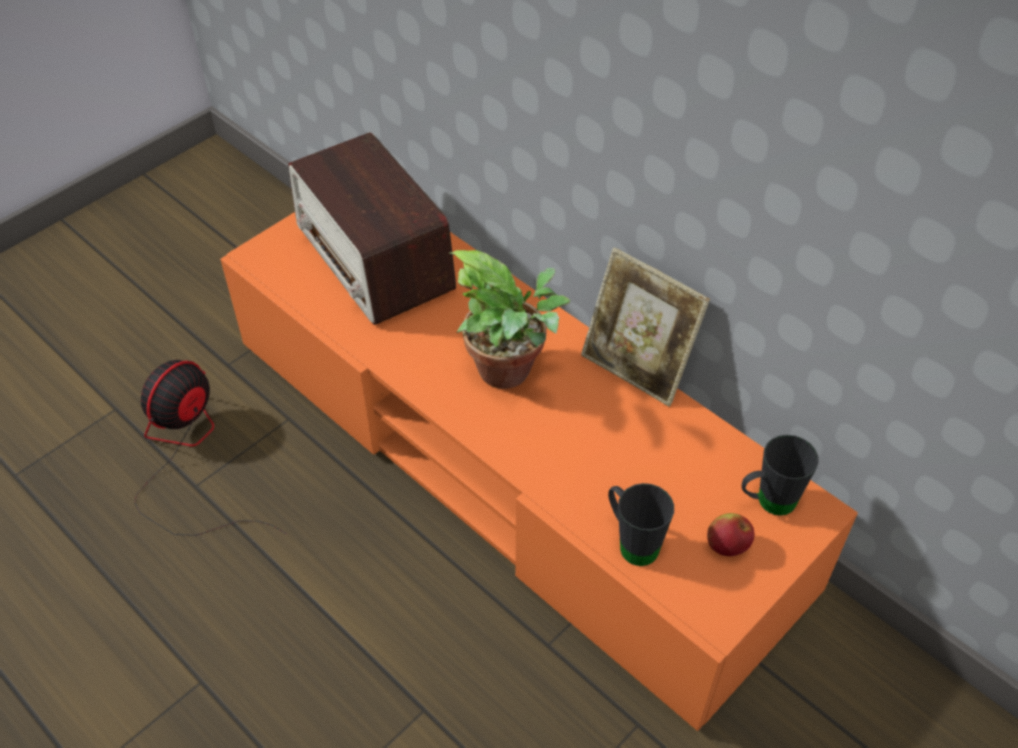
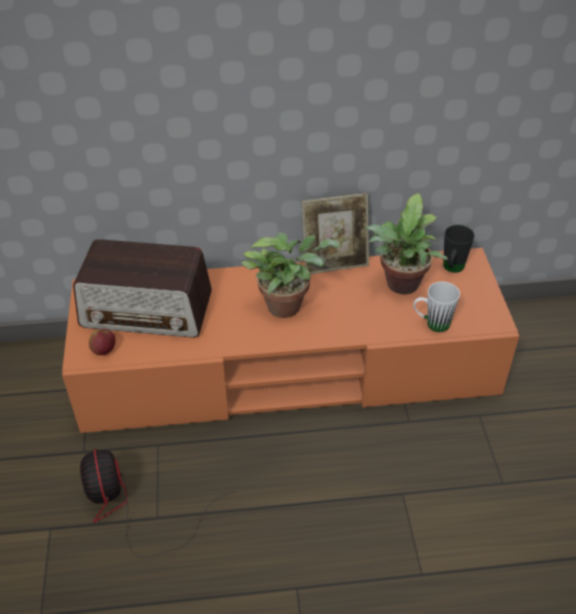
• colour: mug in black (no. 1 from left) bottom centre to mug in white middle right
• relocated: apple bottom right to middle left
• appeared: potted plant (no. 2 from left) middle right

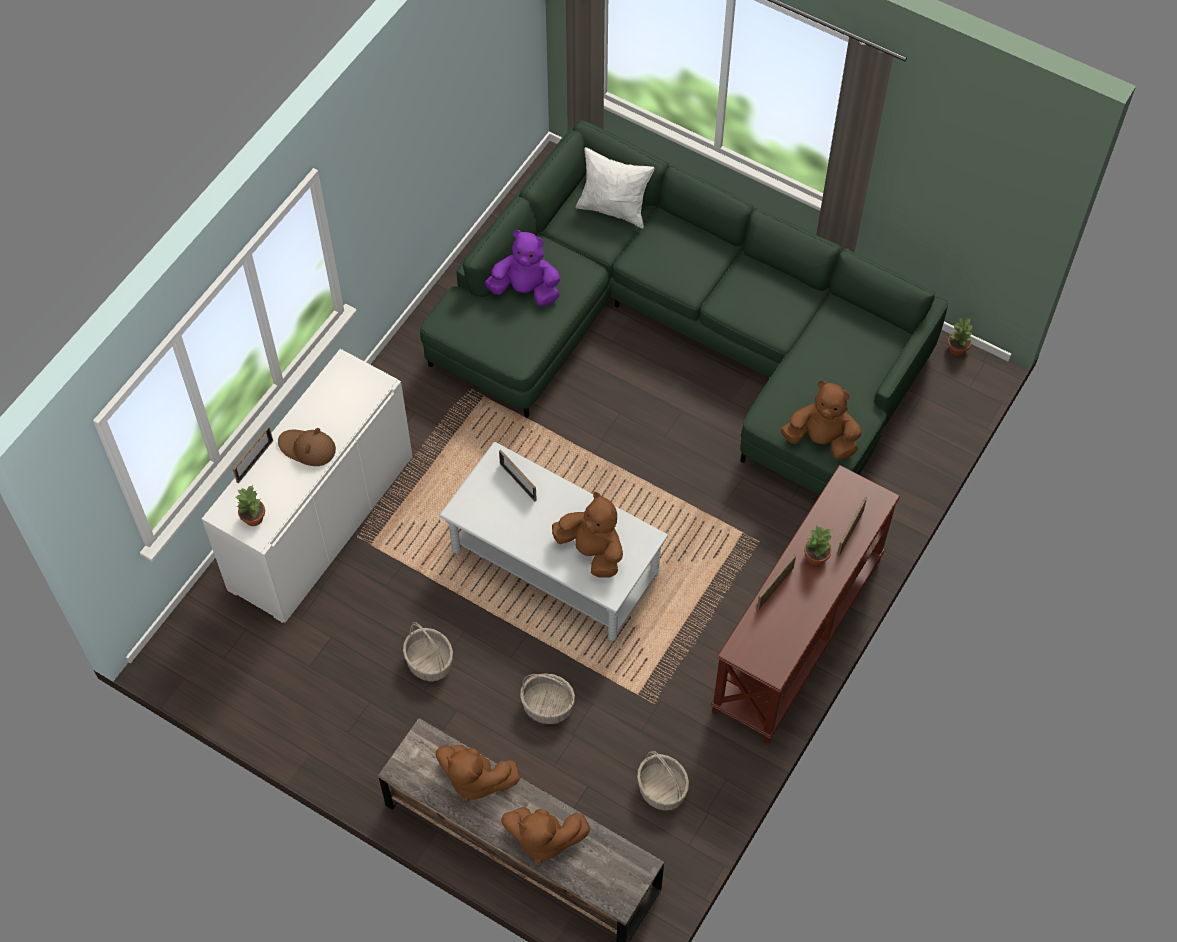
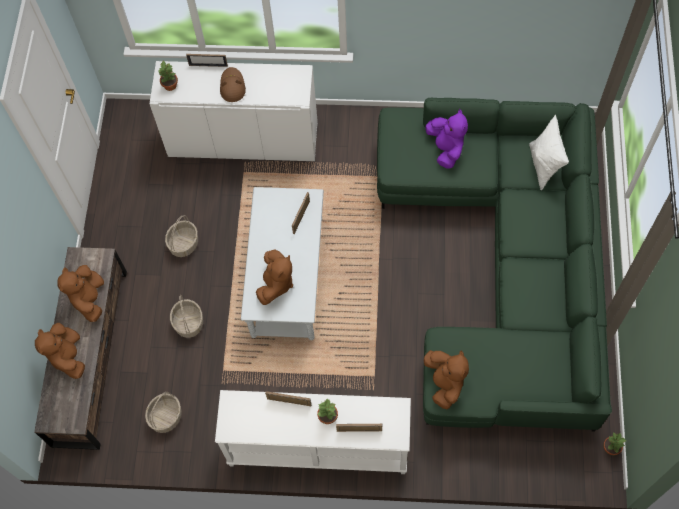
• colour: console table in brown middle right to console table in white bottom centre

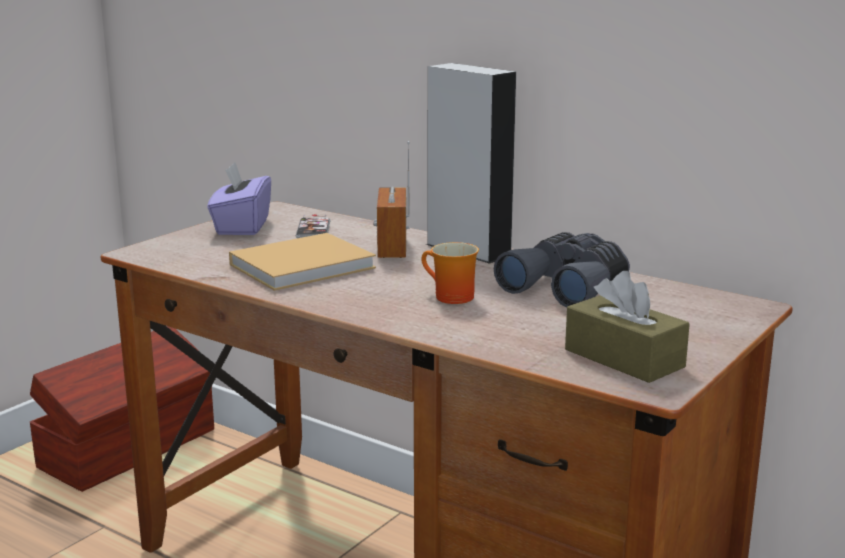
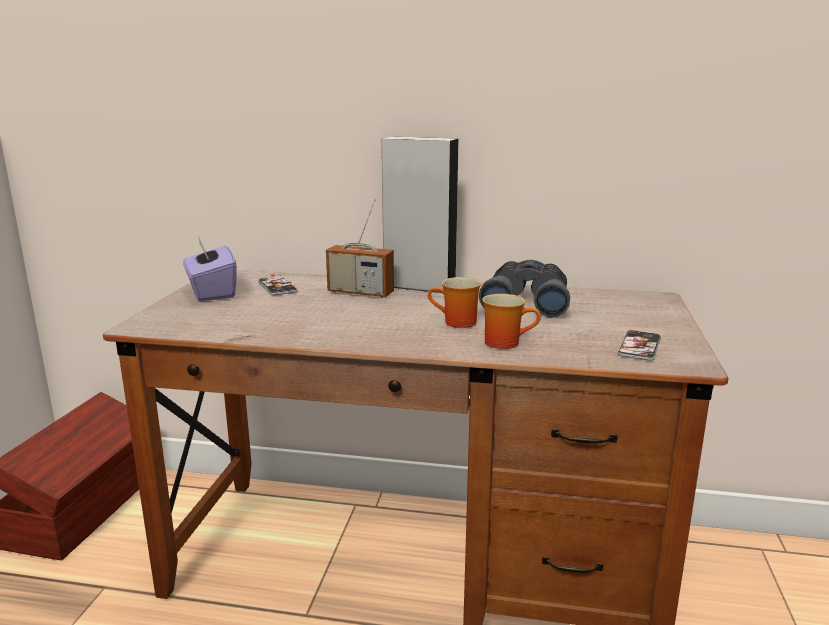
• spun: radio centre = centre 45 degrees counterclockwise
• missing: book in beige centre
• exchanged: tissue box in brown middle right to phone (no. 2 from left) middle right
• appeared: mug (no. 2 from left) centre

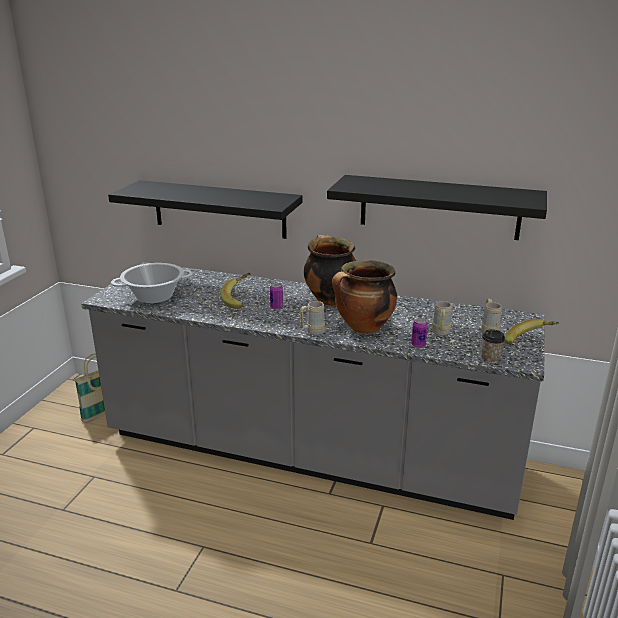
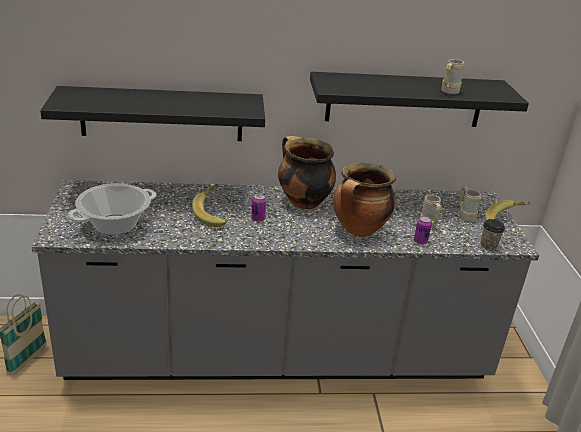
• relocated: mug in beige (no. 1 from left in the first image) centre to mug in beige (no. 2 from left) top right

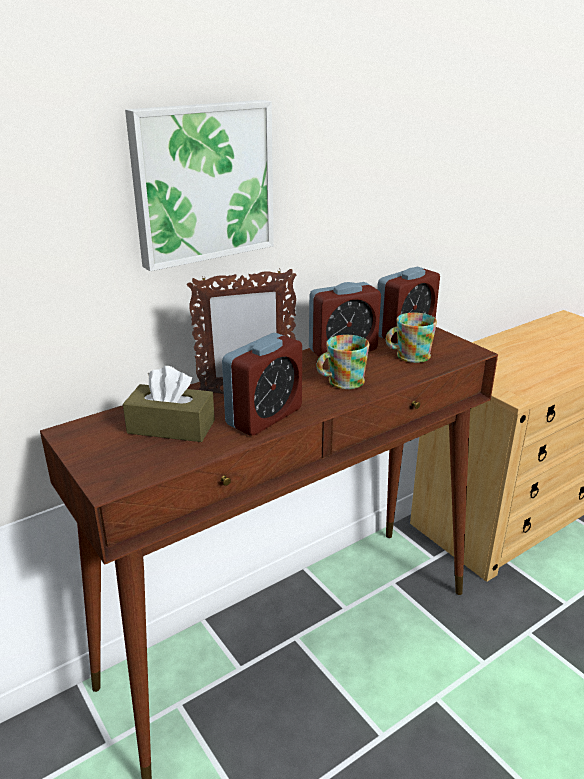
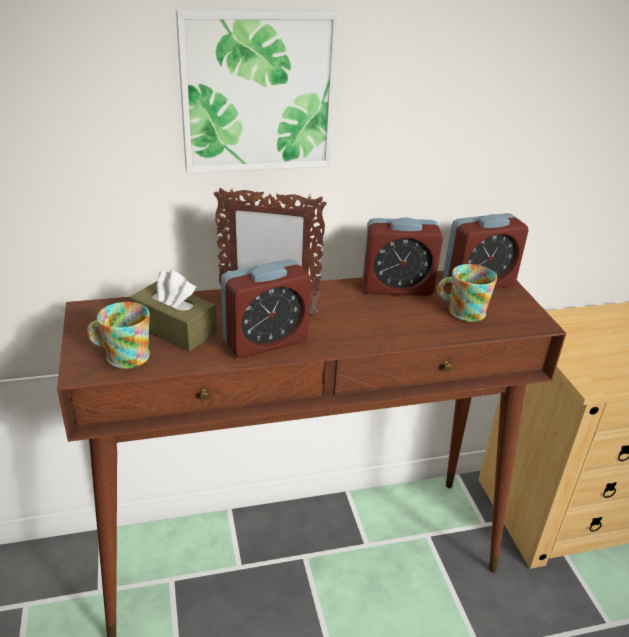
• relocated: mug (no. 1 from left) centre to middle left

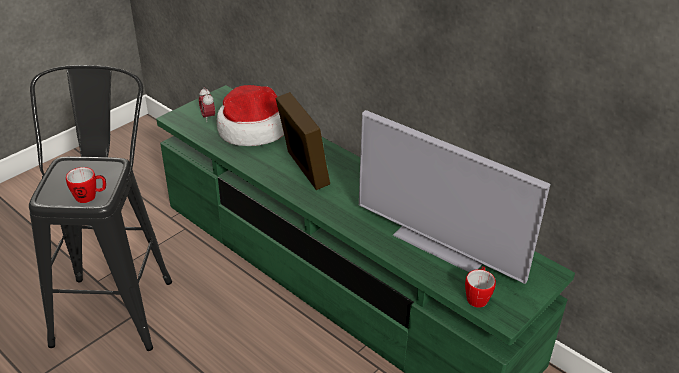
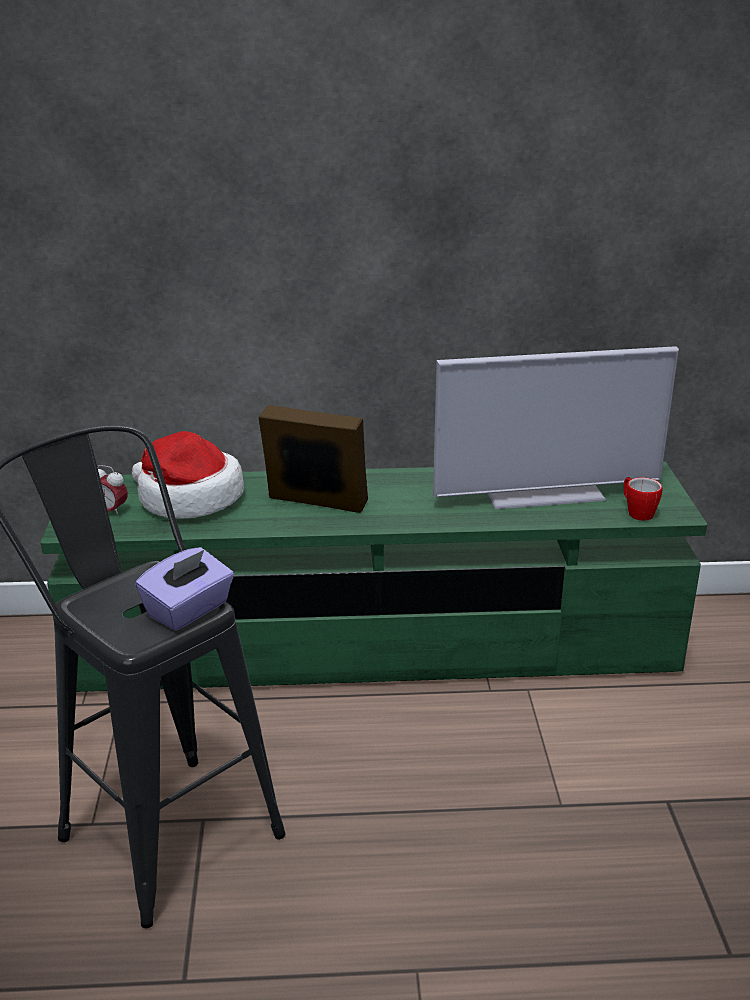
• exchanged: mug (no. 1 from left) middle left to tissue box in purple middle left

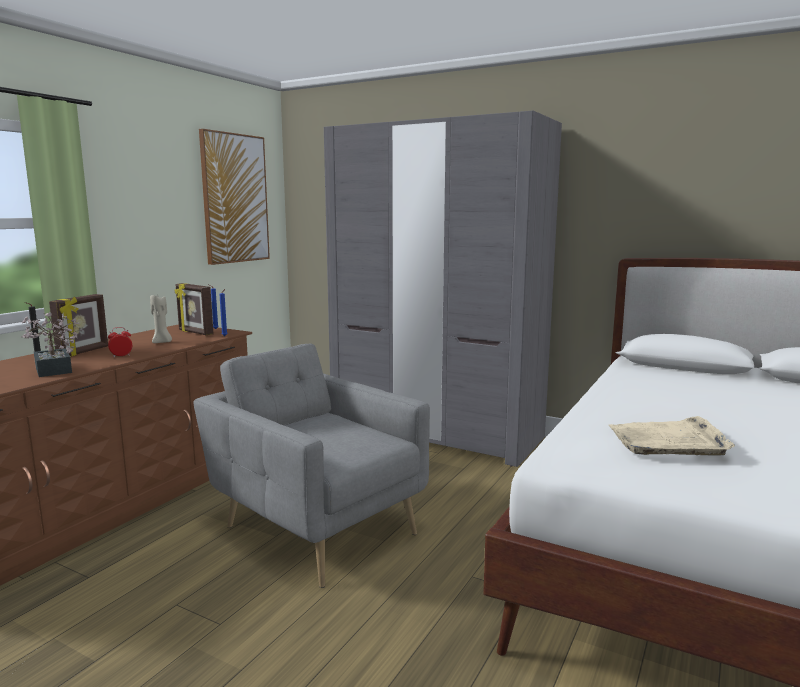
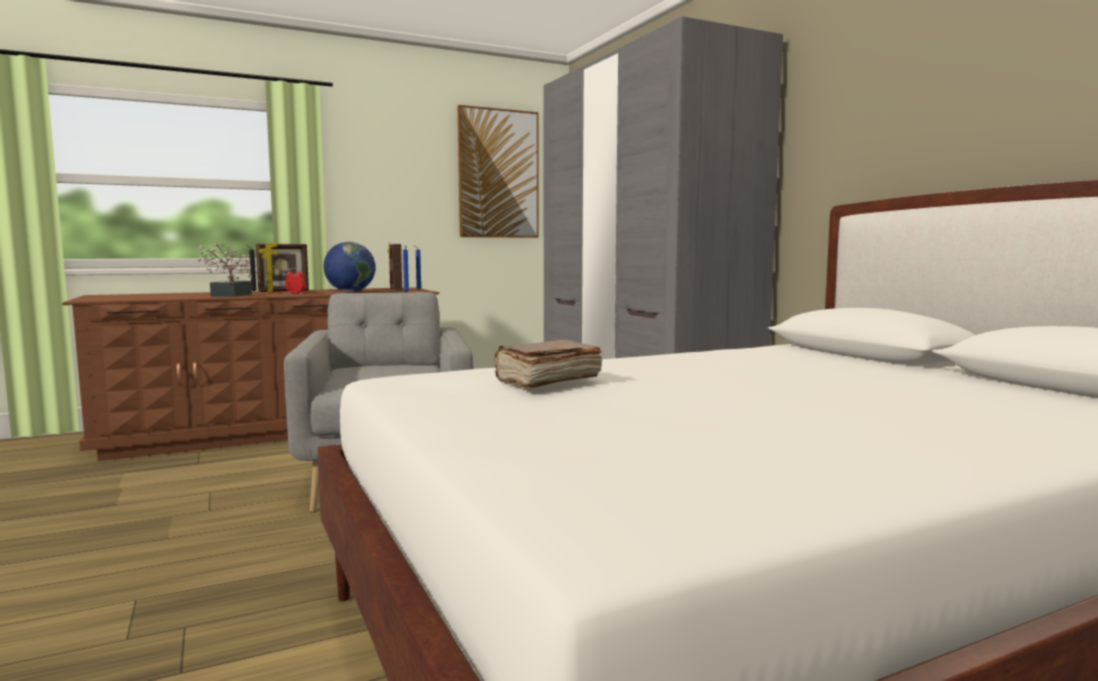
• exchanged: candle in beige middle left to globe middle left
• exchanged: tray in beige middle right to book in brown centre

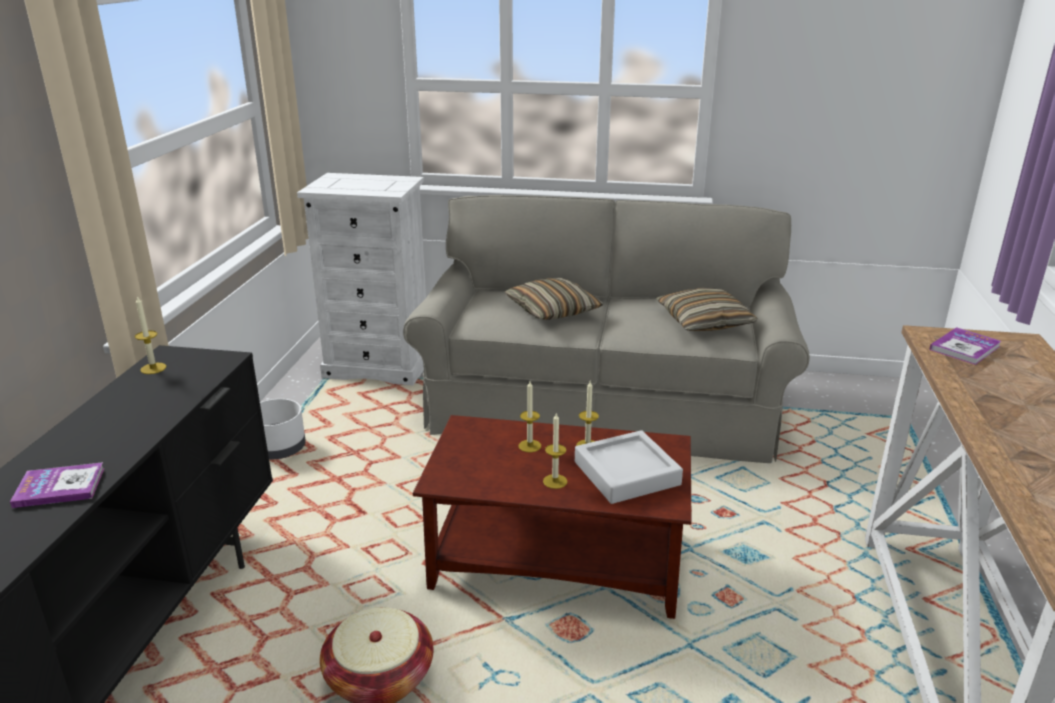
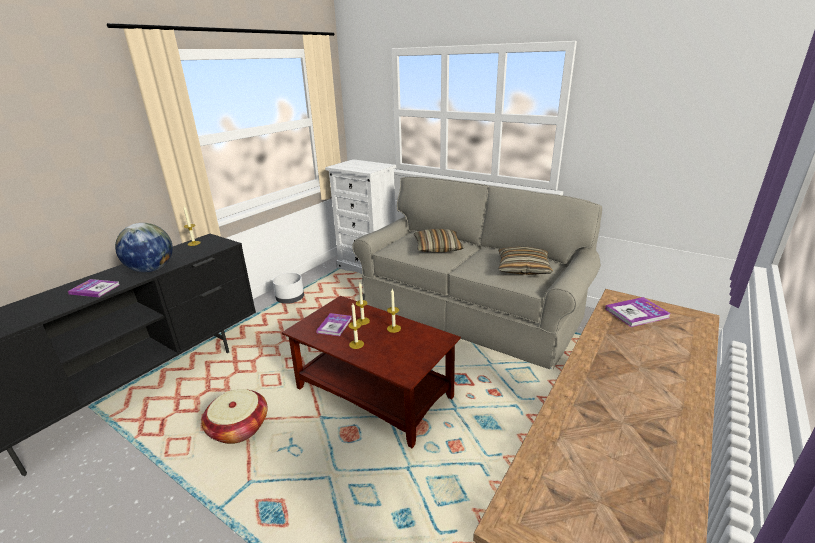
• missing: tray in grey centre
• appeared: globe middle left
• appeared: book (no. 2 from left) centre

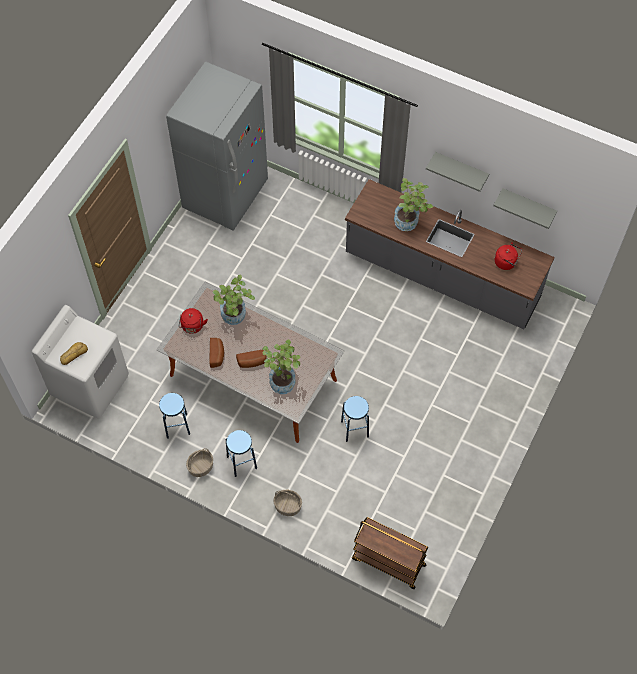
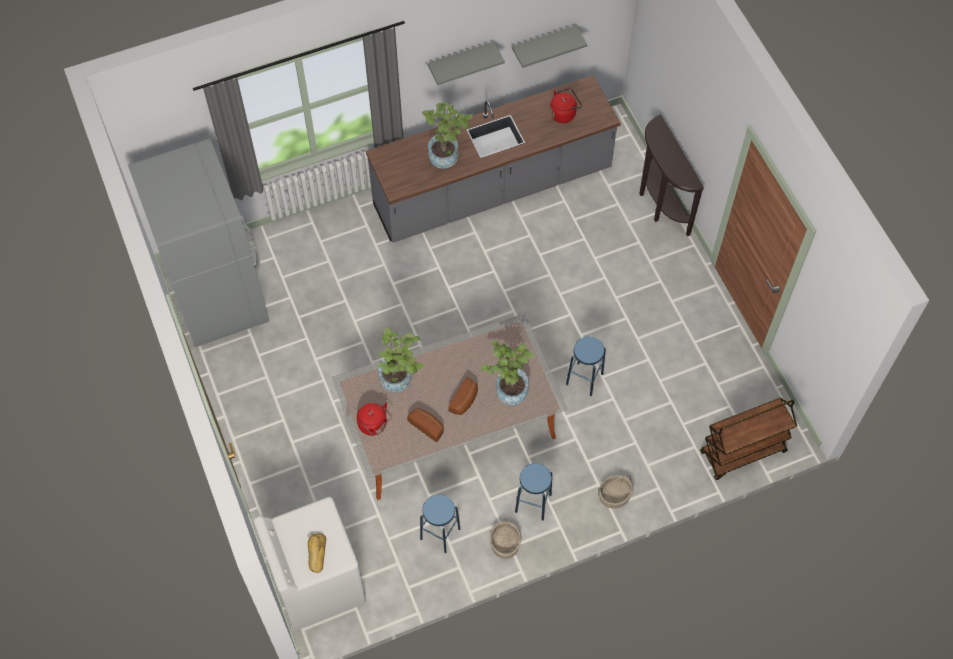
• appeared: console table in brown top right

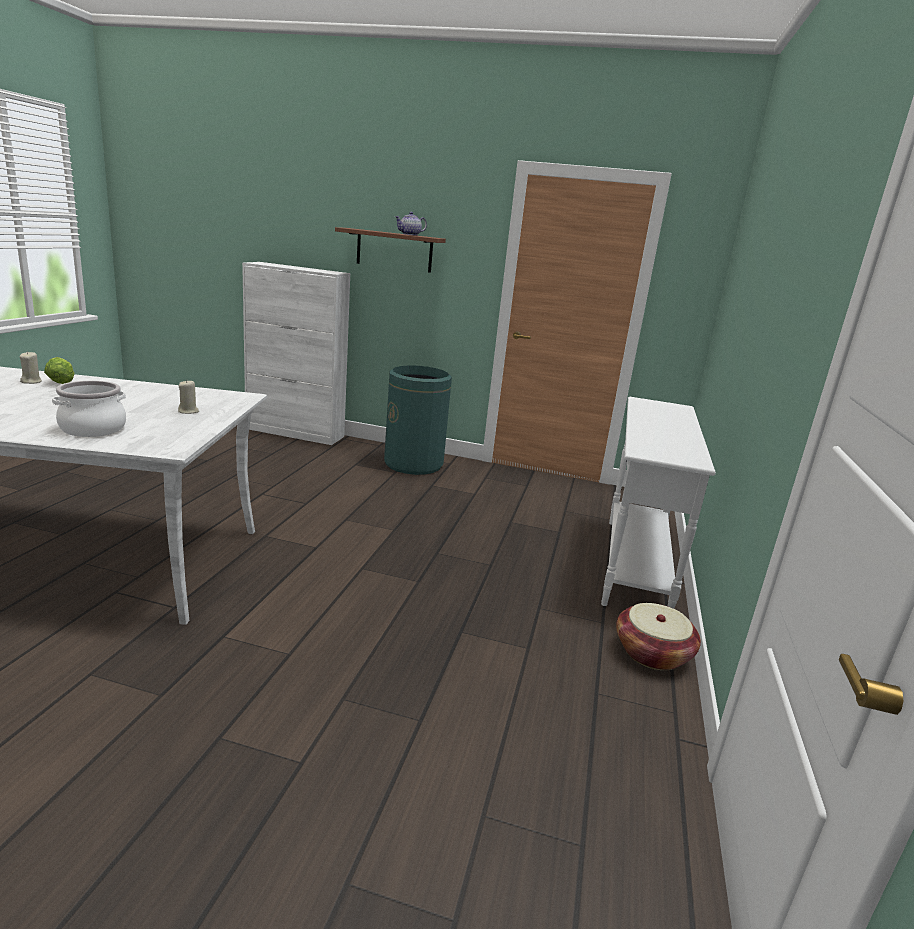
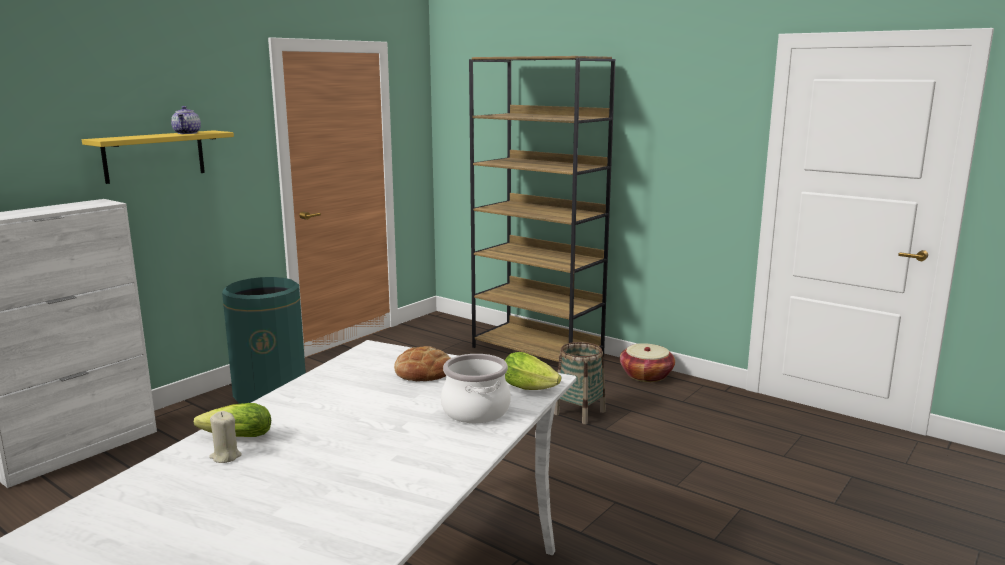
• colour: shelf in brown top centre to shelf in yellow top left
• exchanged: candle in beige (no. 2 from left) middle left to bread centre
• exchanged: console table in white middle right to bookcase in brown centre
• appeared: basket (no. 1 from left) bottom centre
• appeared: lettuce (no. 2 from left) centre

